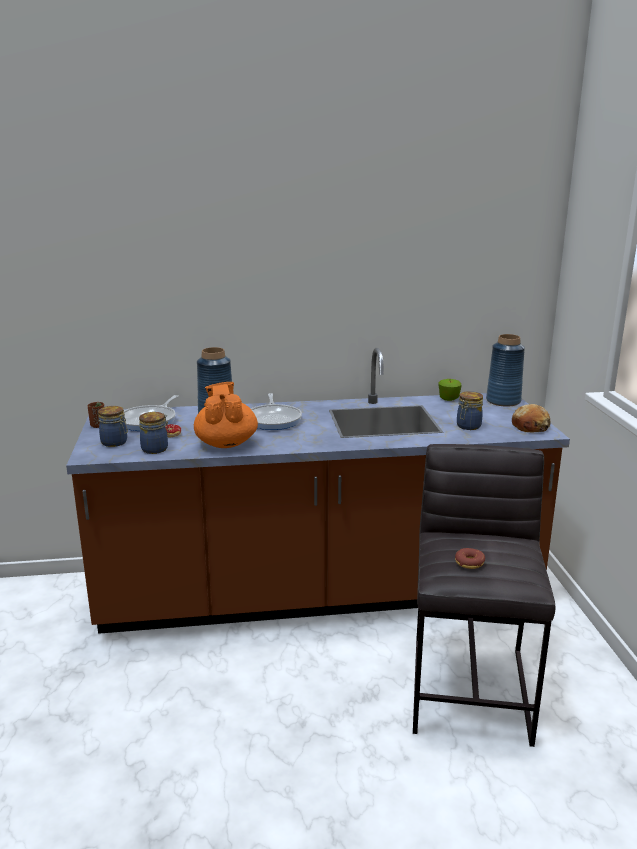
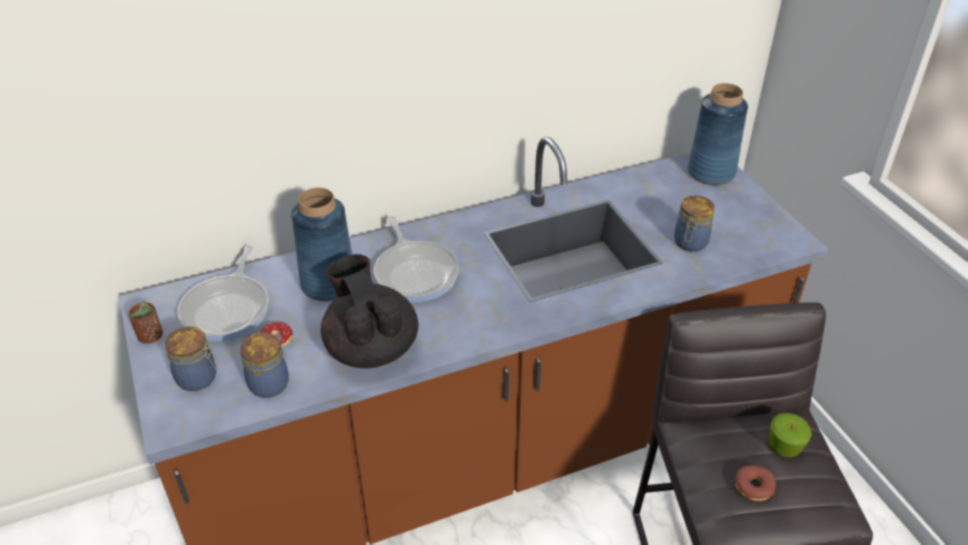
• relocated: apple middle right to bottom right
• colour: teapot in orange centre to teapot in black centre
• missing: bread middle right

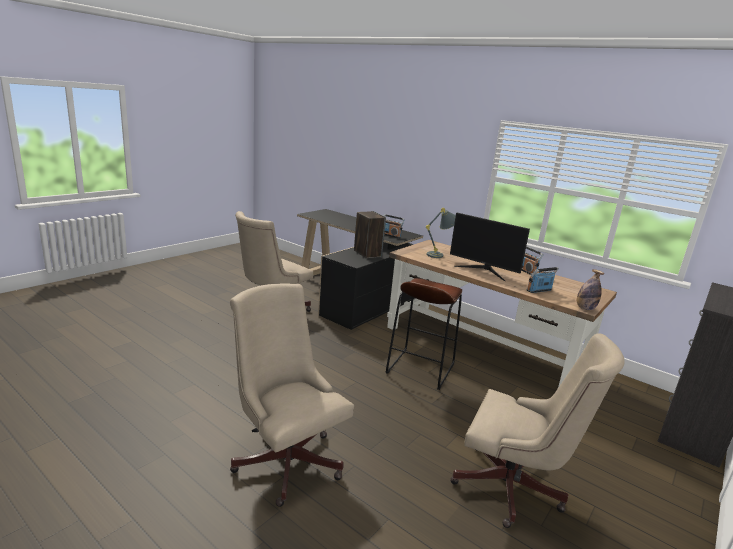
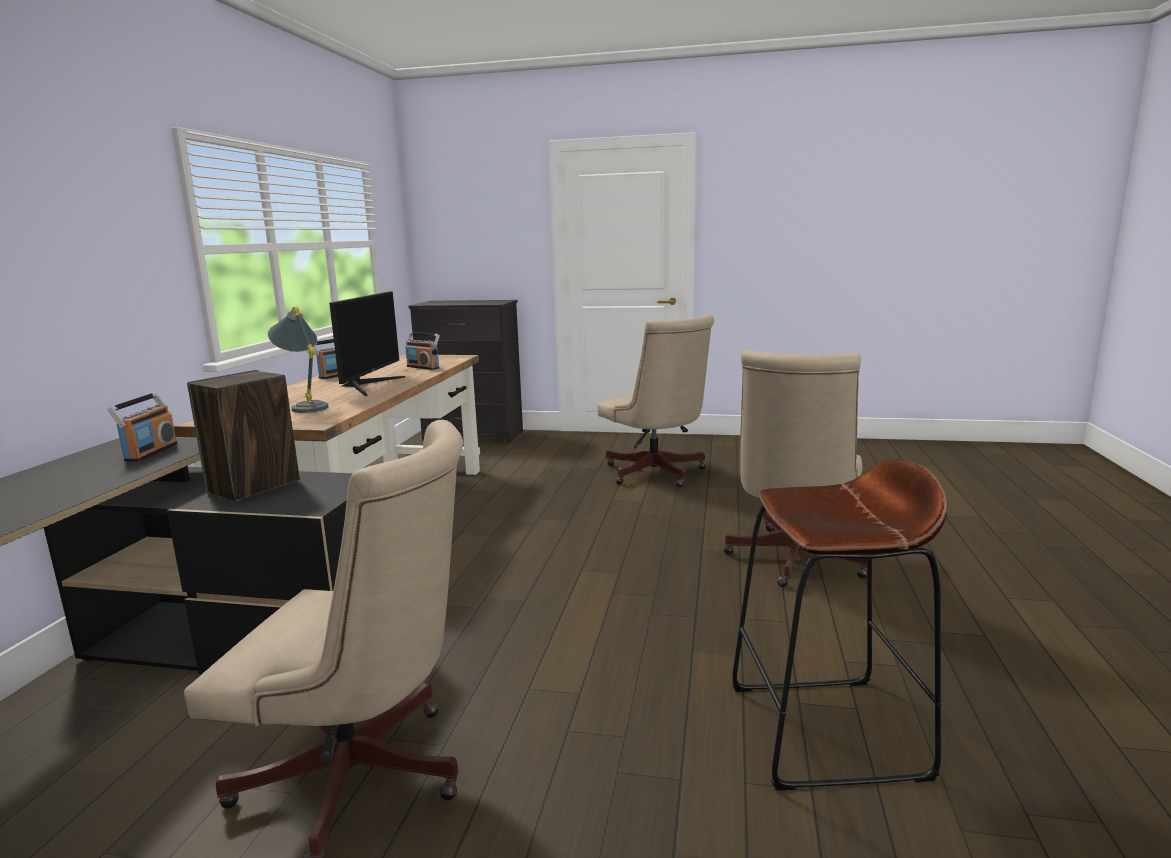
• missing: bottle middle right
• relocated: stool in brown centre to bottom right
• spun: office chair in beige (no. 3 from left in the first image) bottom right = centre 150 degrees clockwise

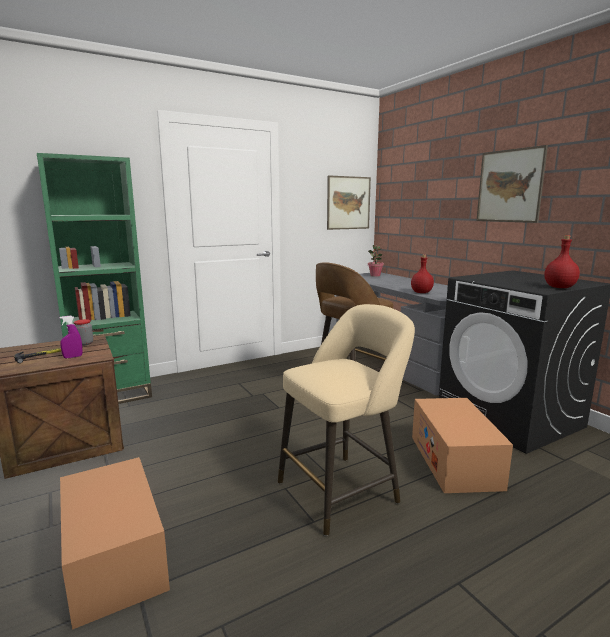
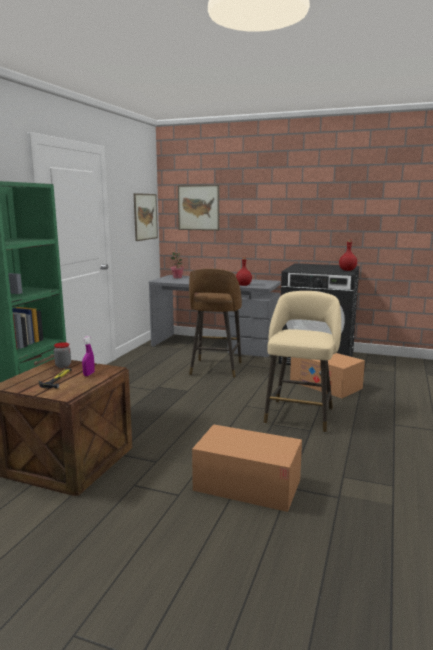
• relocated: picture (no. 2 from left) top right to top centre

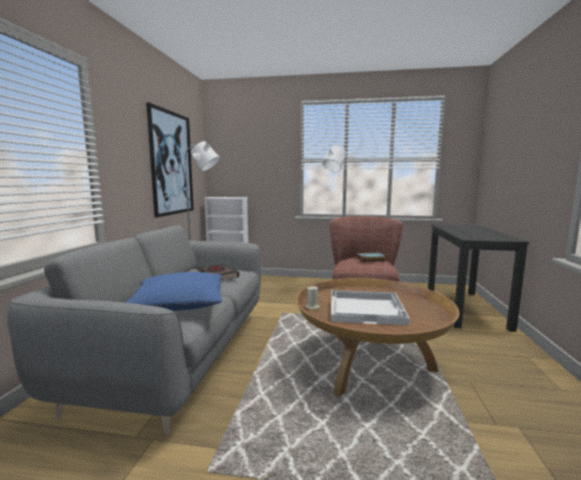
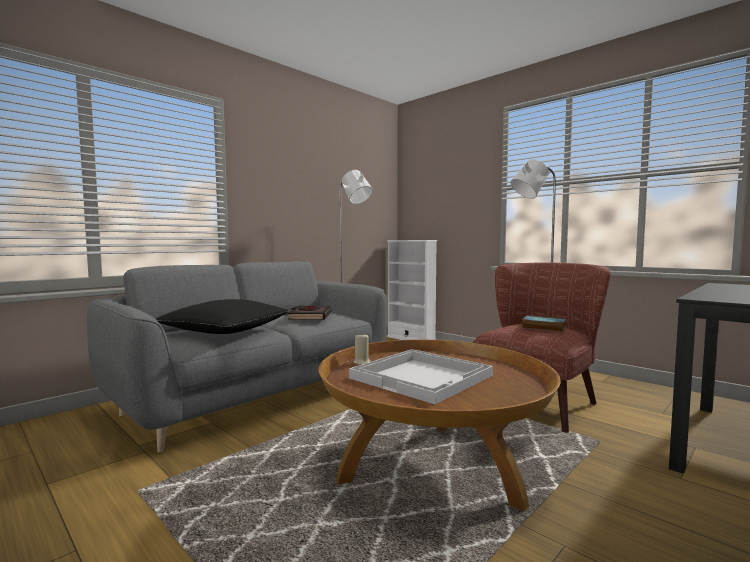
• missing: picture top left
• colour: pillow in blue middle left to pillow in black middle left

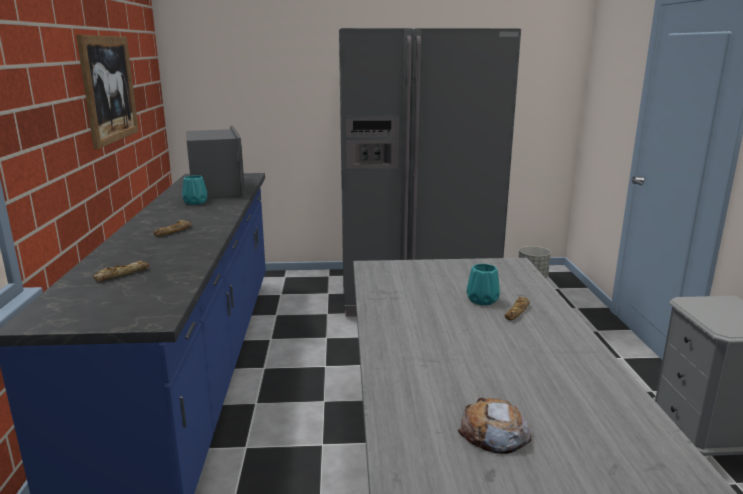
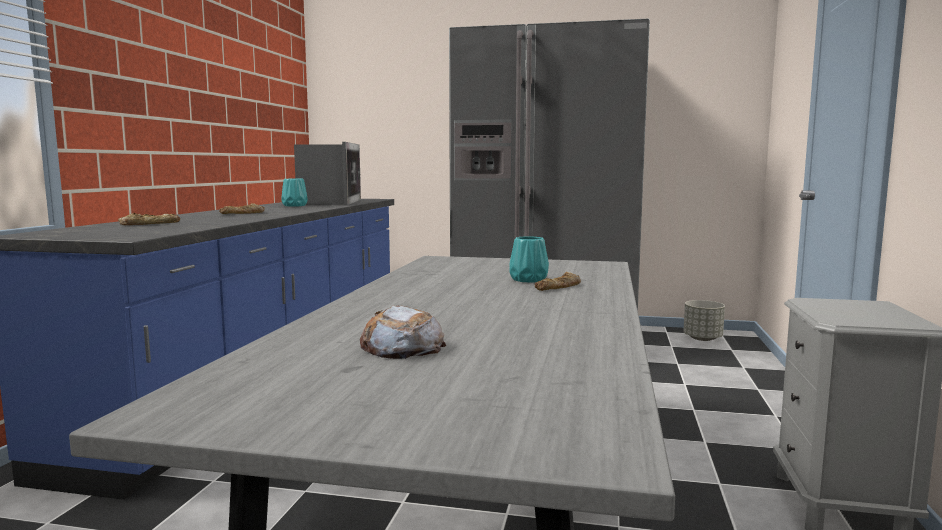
• missing: picture top left

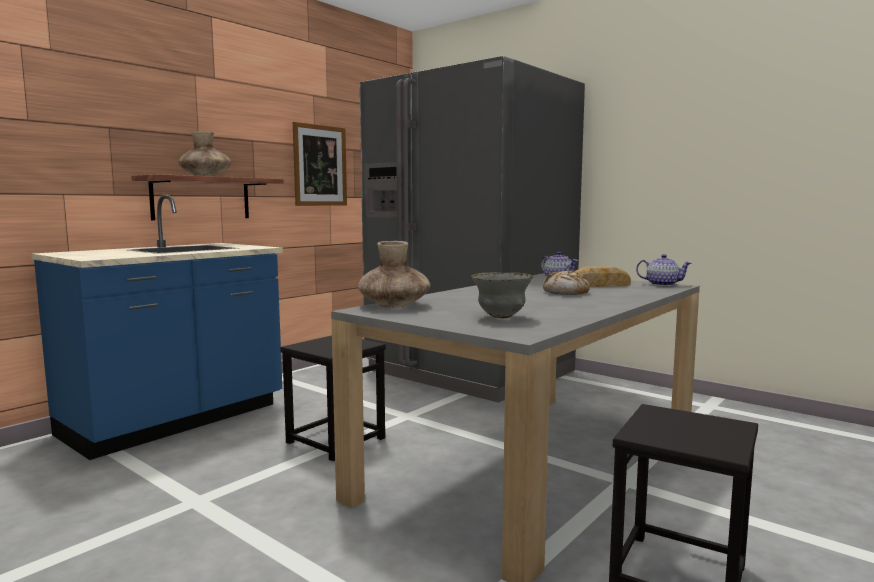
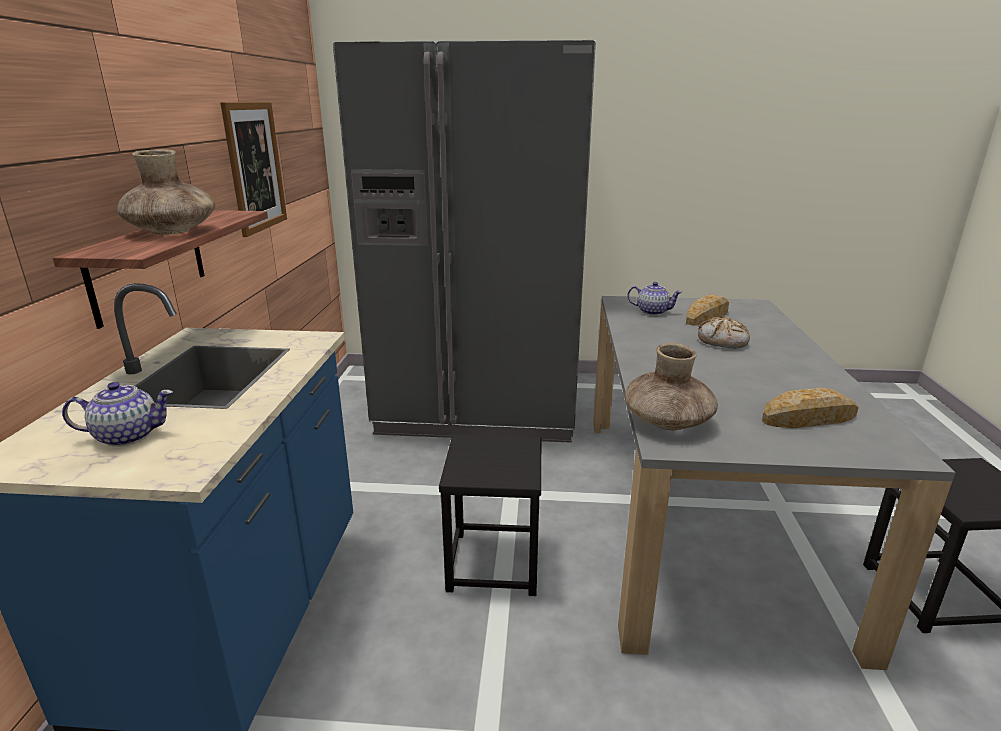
• relocated: teapot (no. 2 from left in the first image) middle right to teapot (no. 1 from left) middle left
• exchanged: bowl in grey centre to bread (no. 3 from left) middle right

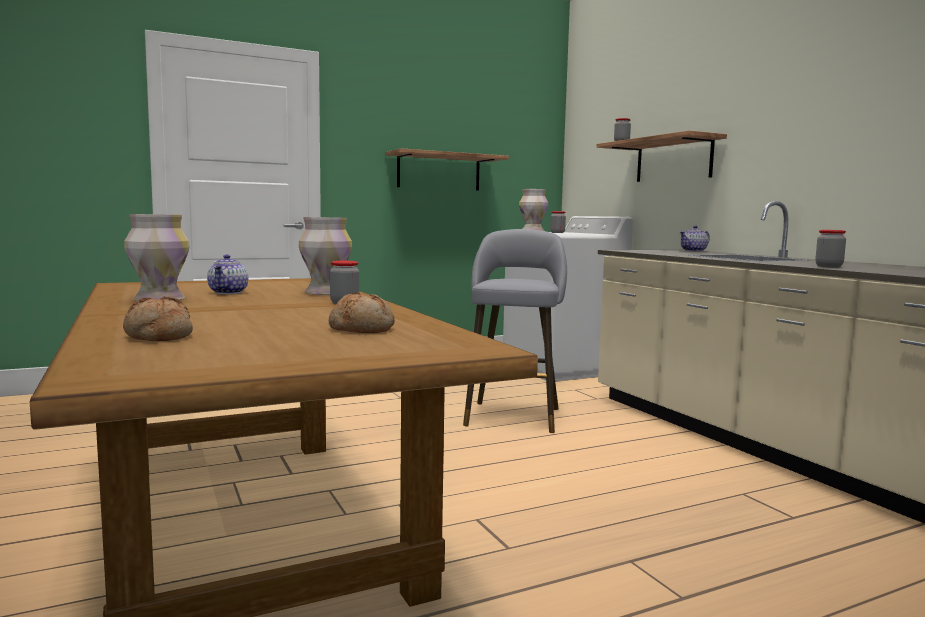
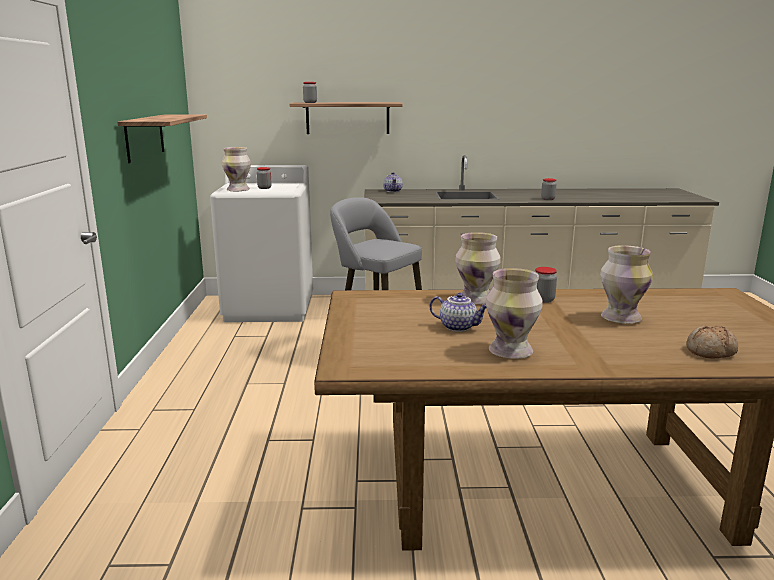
• missing: bread (no. 2 from left) centre
• appeared: vase (no. 4 from left) middle right

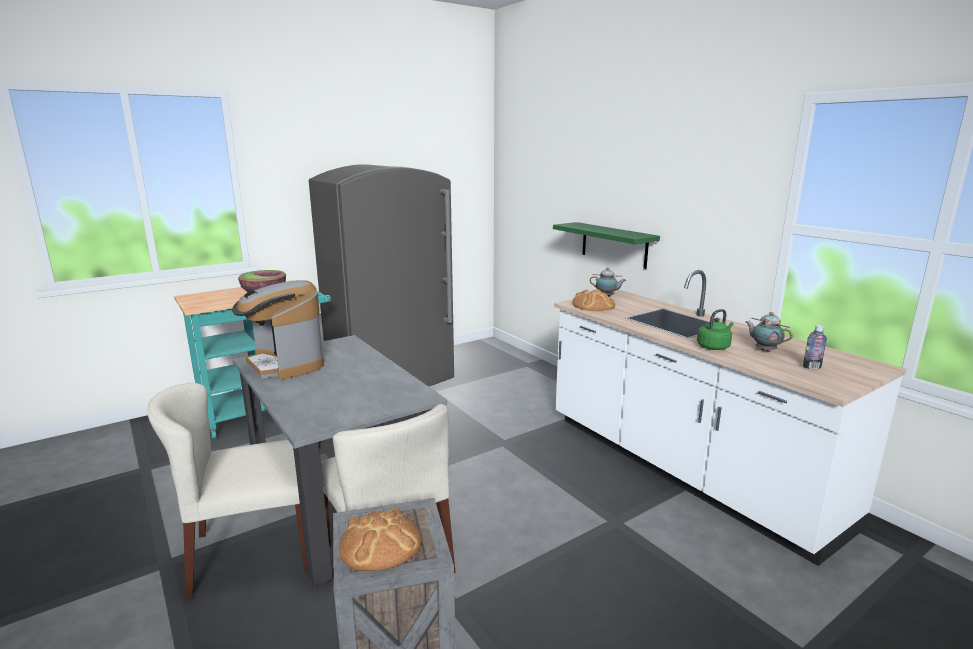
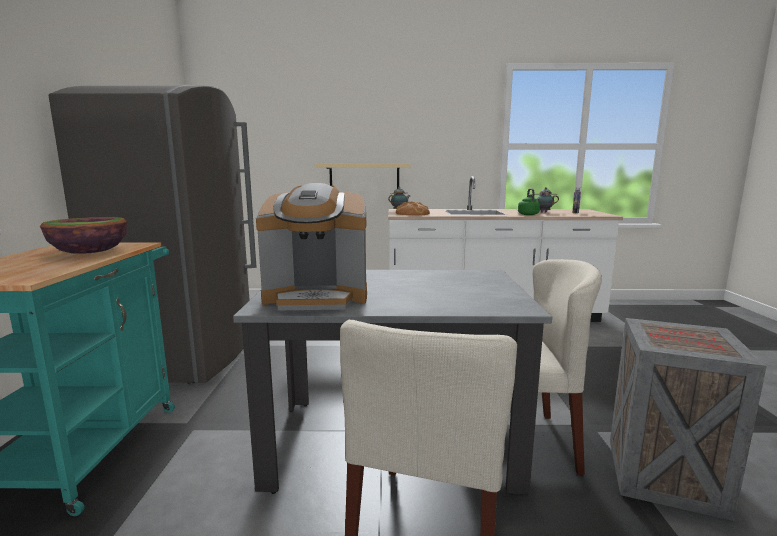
• colour: shelf in green centre to shelf in beige top centre
• missing: bread (no. 1 from left) bottom centre

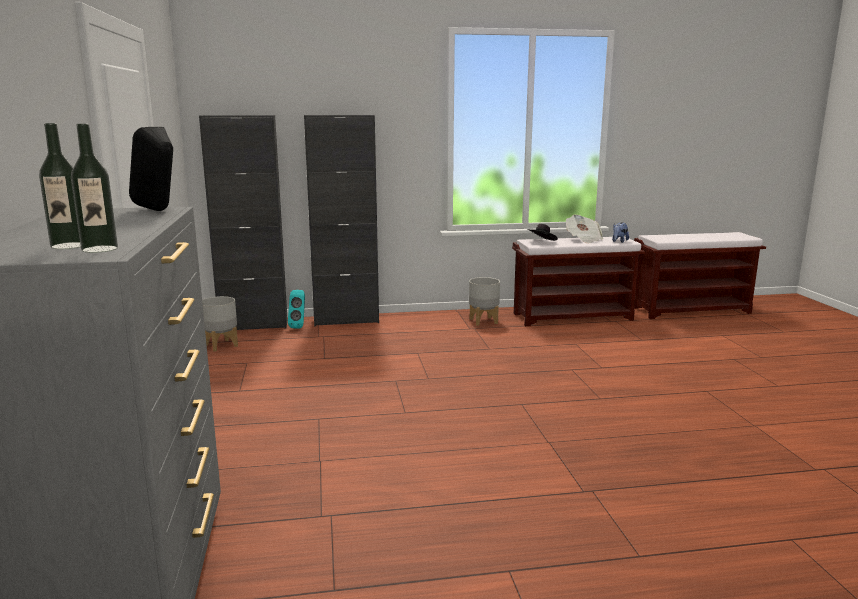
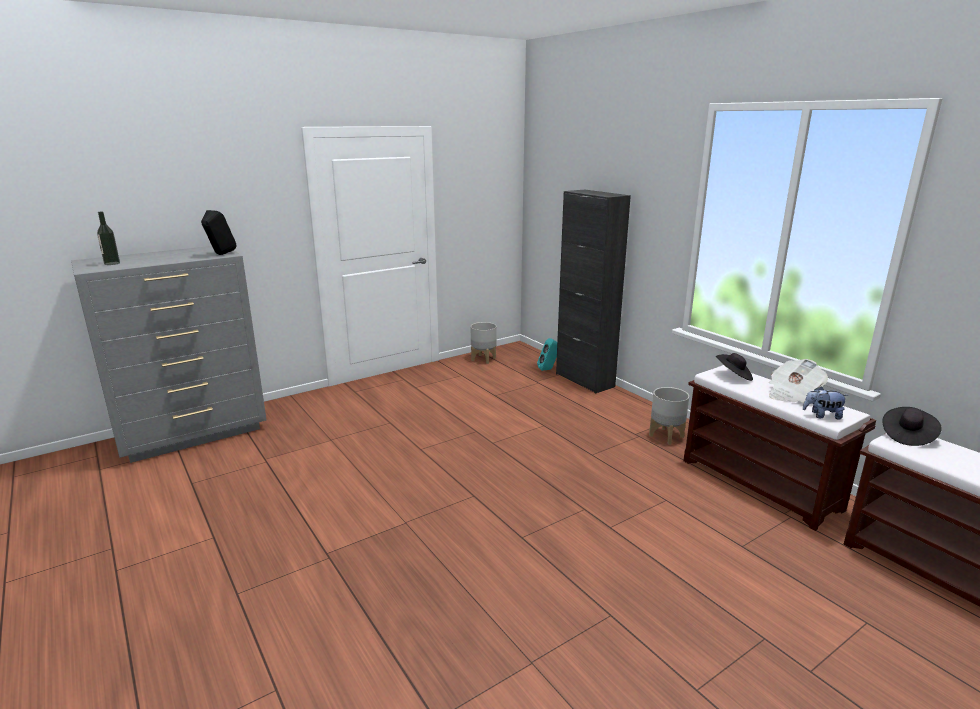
• missing: cabinet in black (no. 1 from left) middle left
• missing: bottle (no. 2 from left) top left
• appeared: hat in black (no. 2 from left) middle right

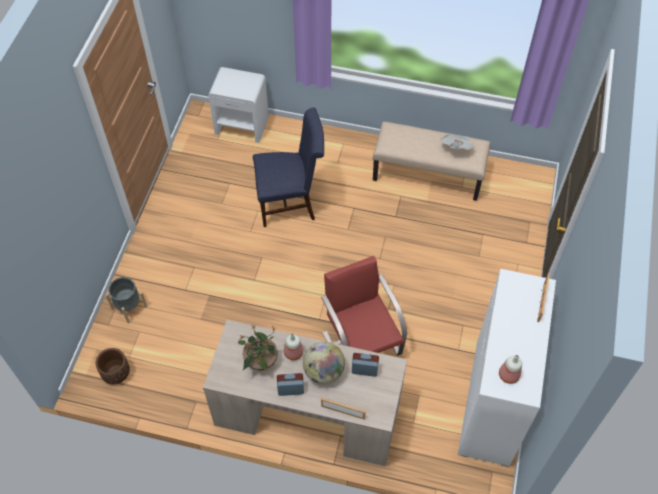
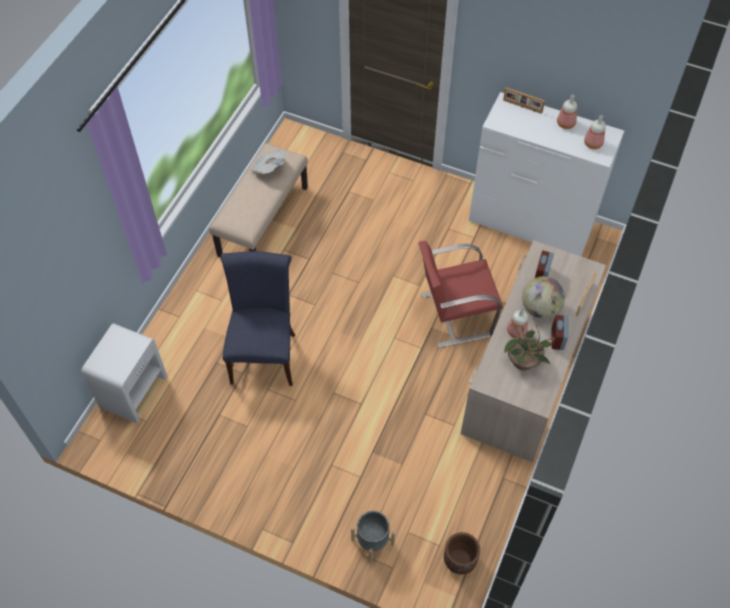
• appeared: bottle (no. 2 from left) top right

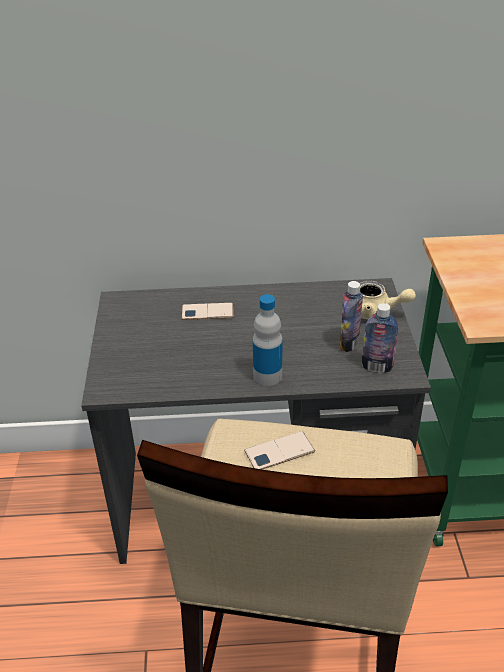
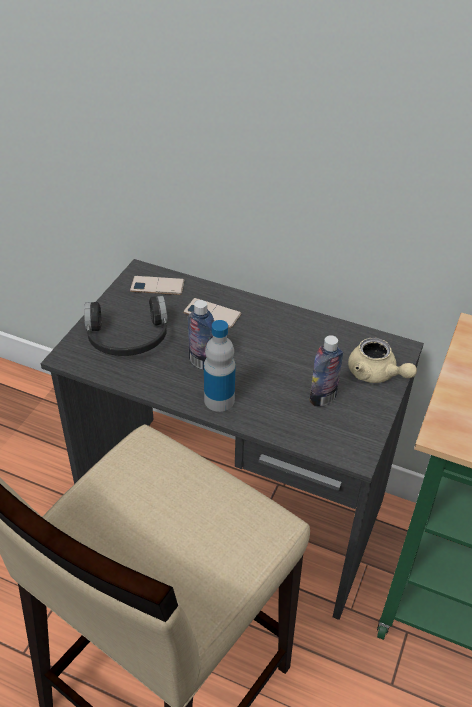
• relocated: bottle (no. 3 from left in the first image) middle right to bottle (no. 1 from left) centre
• relocated: phone (no. 2 from left in the first image) bottom centre to phone (no. 1 from left) middle left
• appeared: headphones in black middle left

